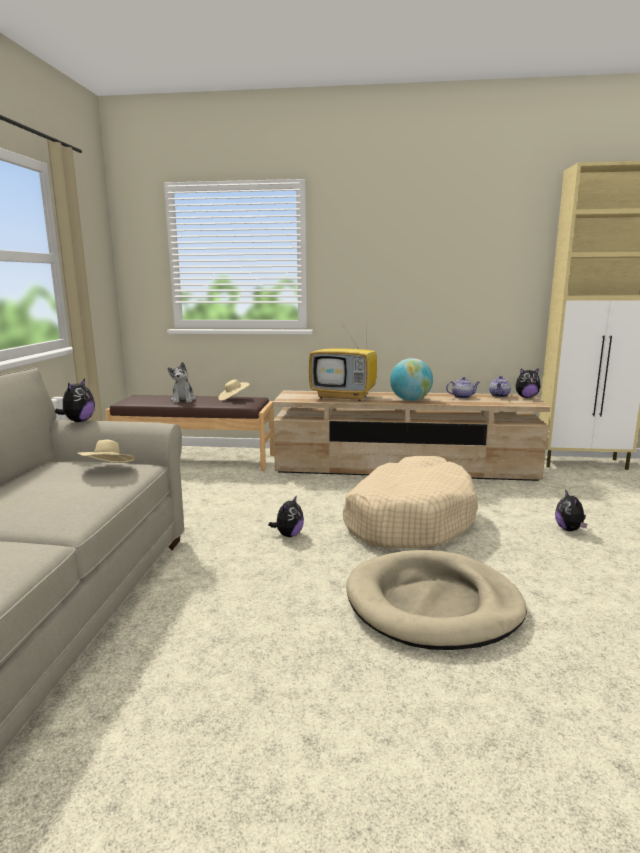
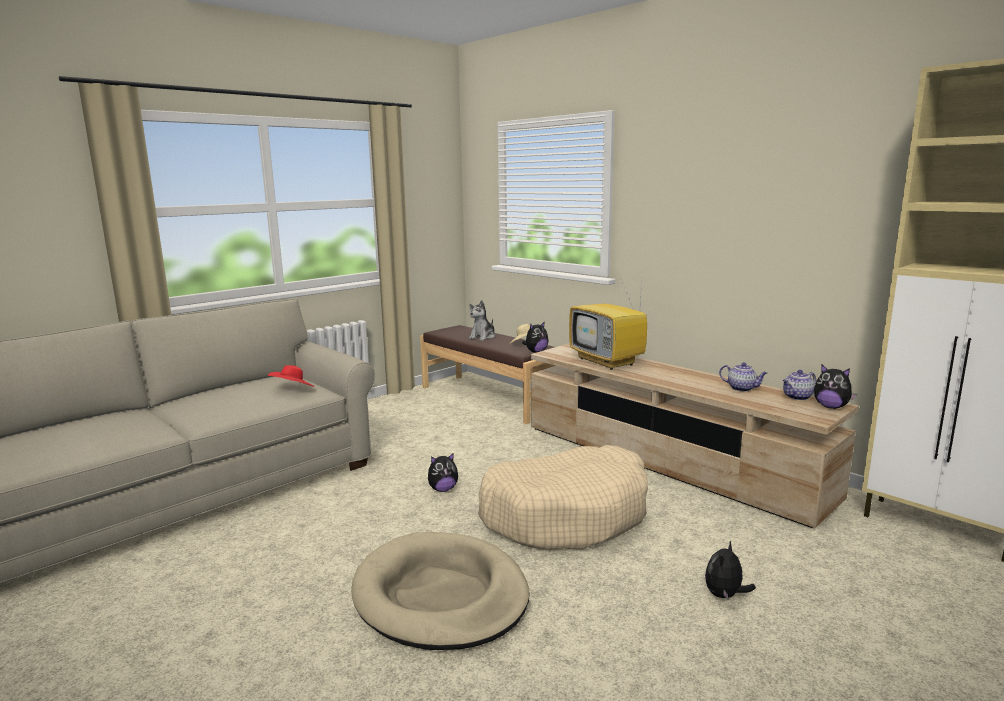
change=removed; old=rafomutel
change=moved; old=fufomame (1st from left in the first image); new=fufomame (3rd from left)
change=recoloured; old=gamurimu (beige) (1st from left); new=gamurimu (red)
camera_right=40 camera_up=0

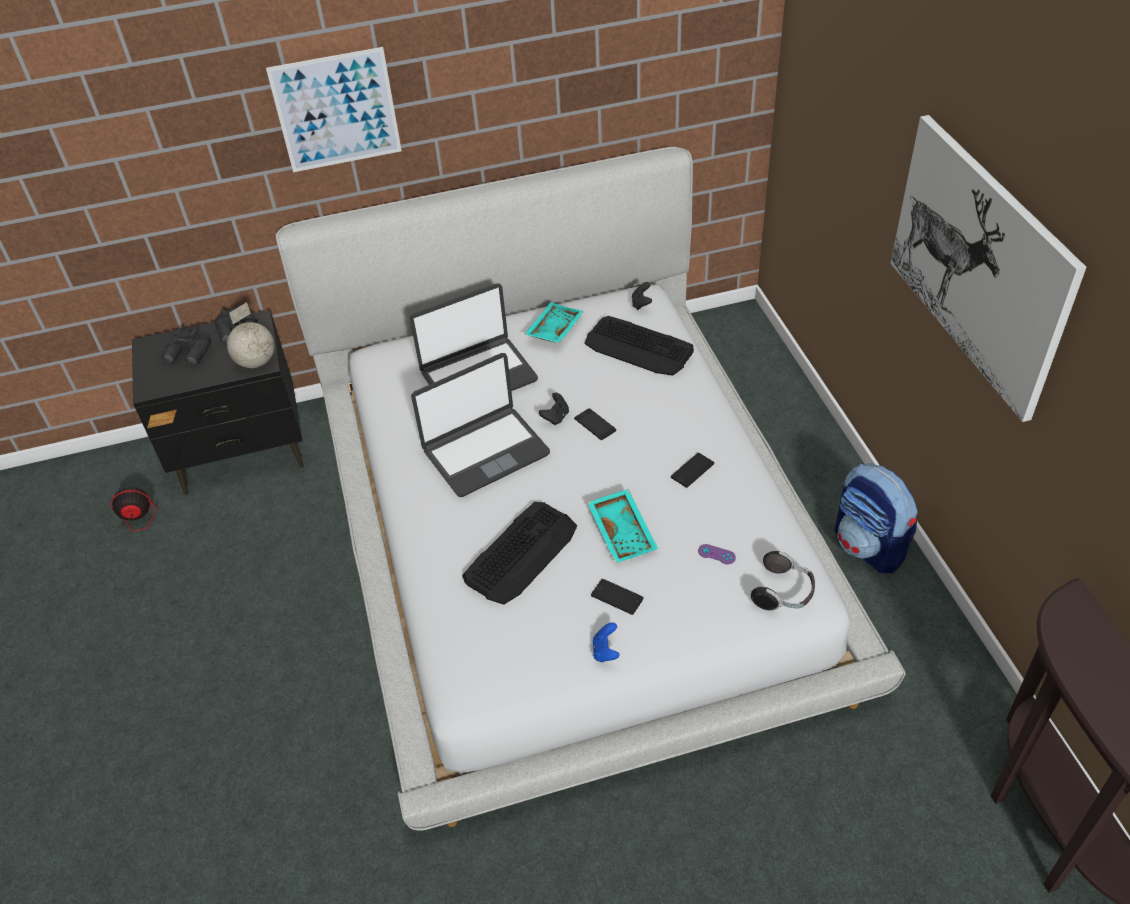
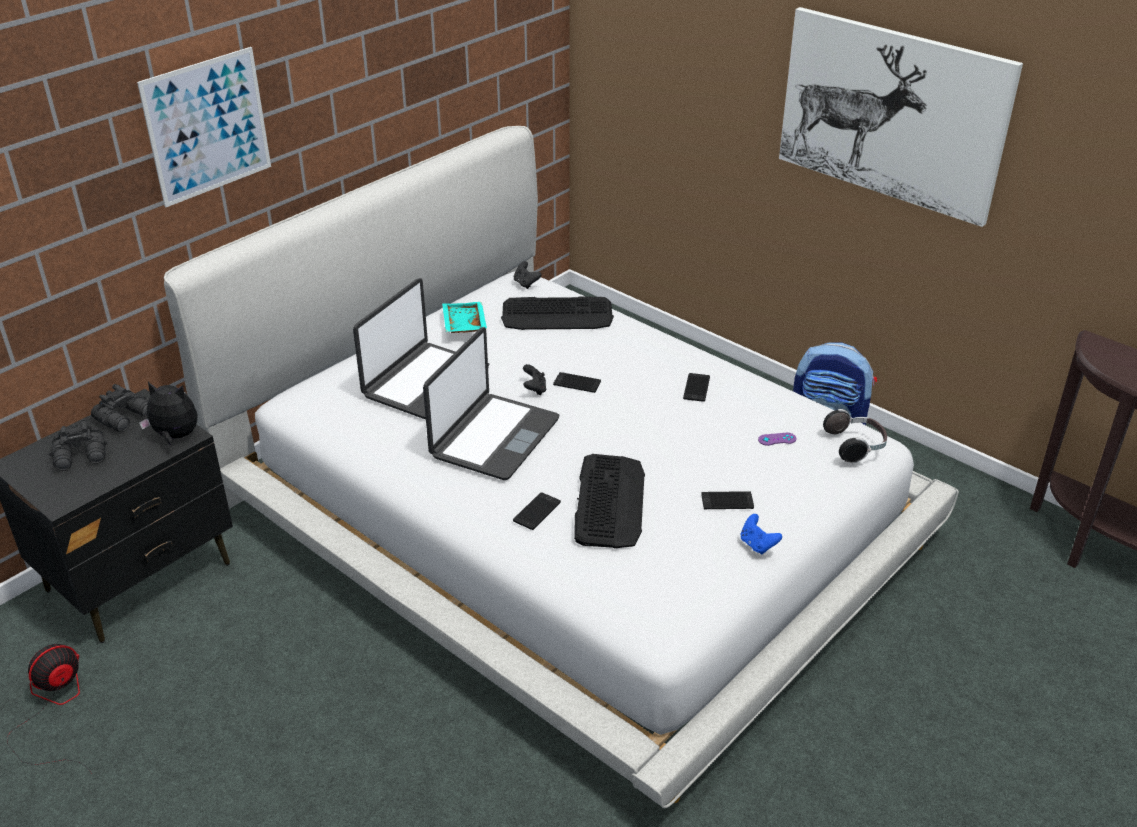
change=removed; old=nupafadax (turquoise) (2nd from left)
change=added; new=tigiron (1st from left)
change=replaced; old=rafomutel; new=fufomame
camera_right=-35 camera_up=-10

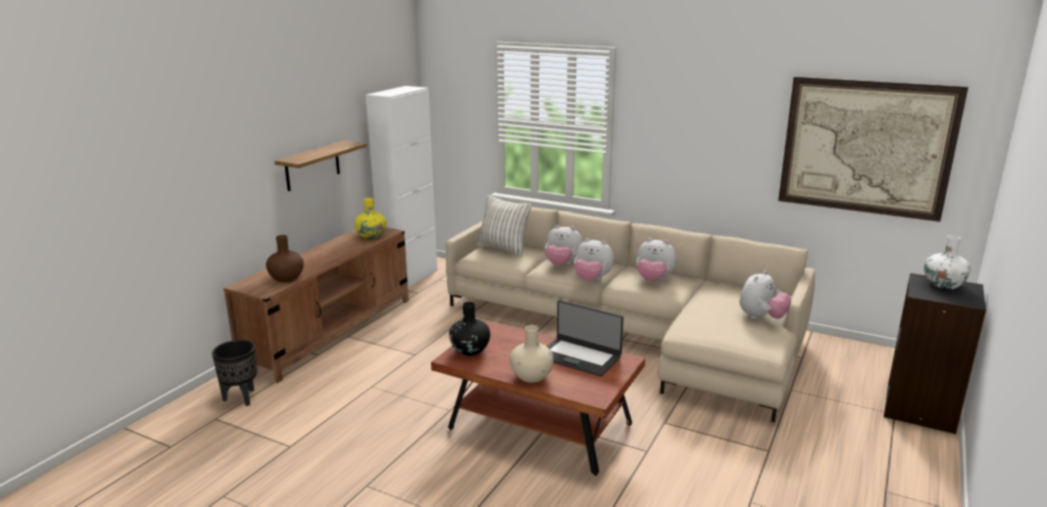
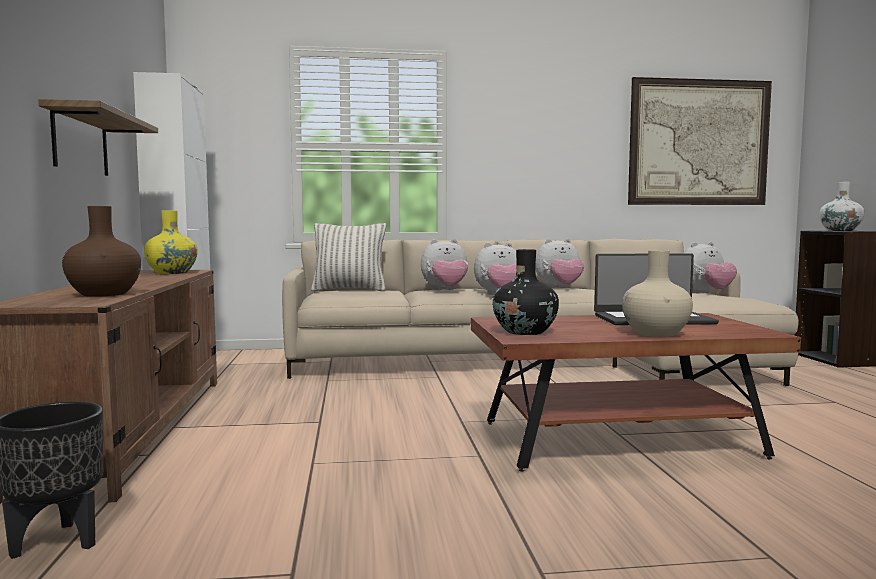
change=turned; old=fufomame (4th from left); degrees=60
camera_right=-35 camera_up=-15

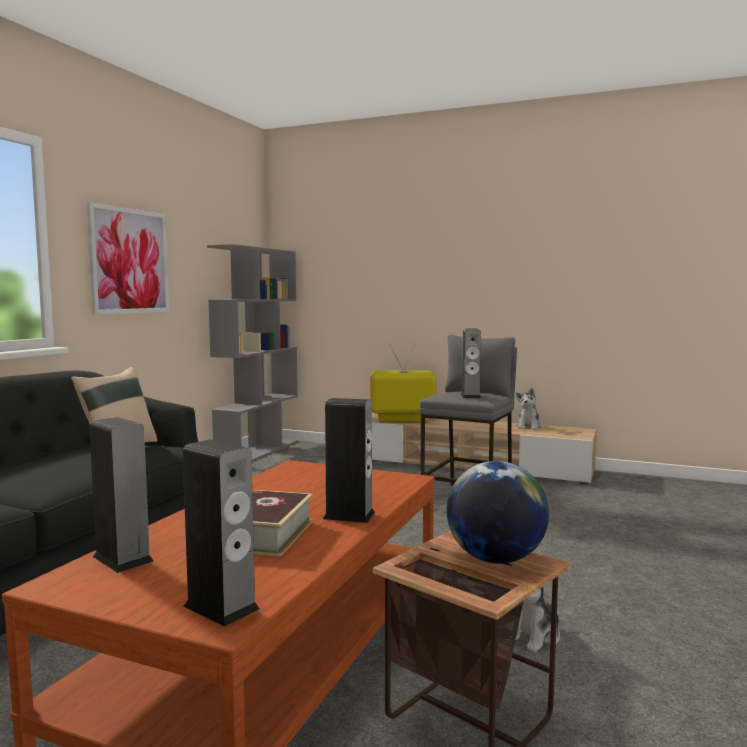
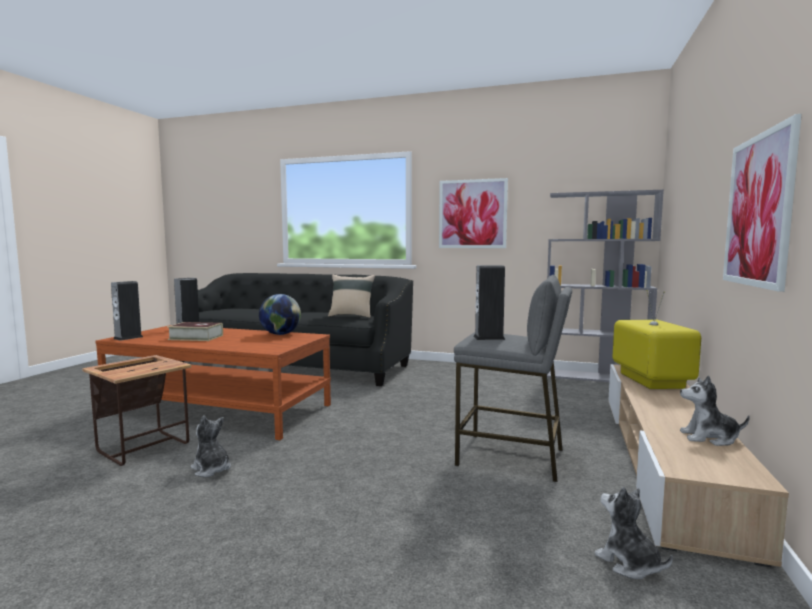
change=removed; old=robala (3rd from left)
change=added; new=fufomame (2nd from left)
change=added; new=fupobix (2nd from left)
change=moved; old=rafomutel
camera_right=85 camera_up=0

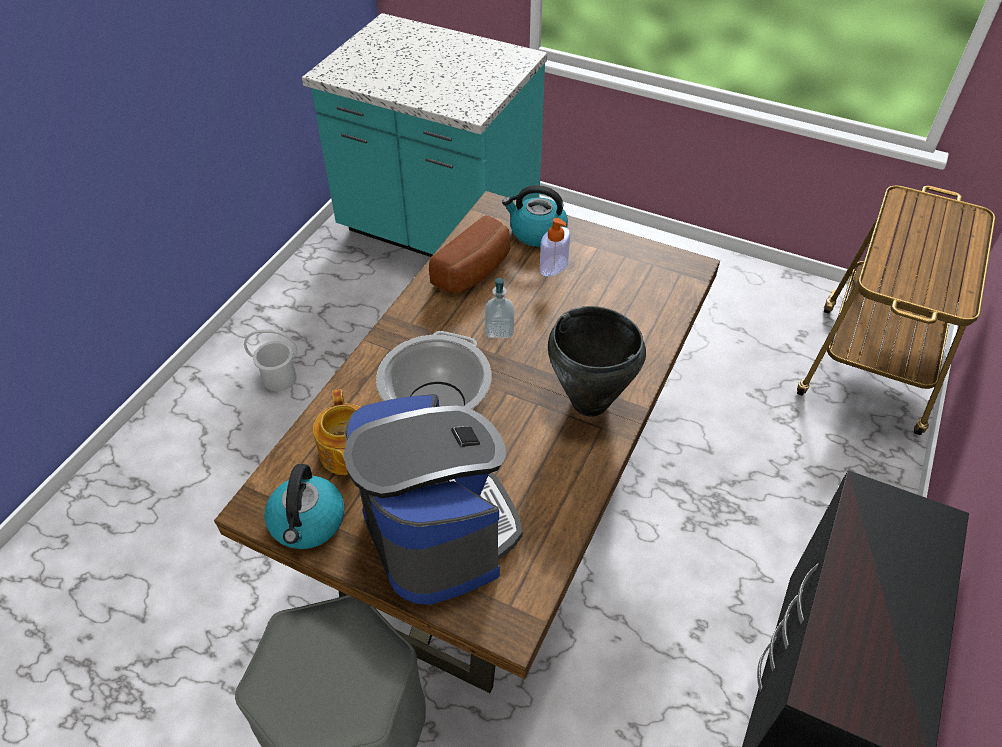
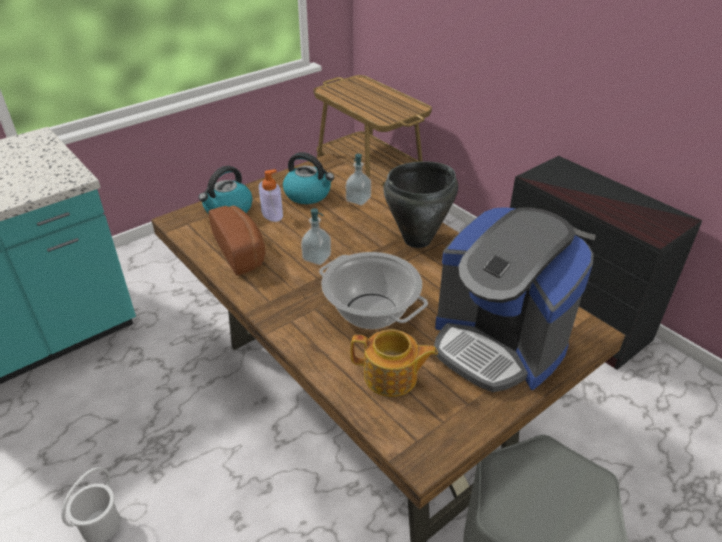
change=added; new=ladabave (3rd from left)
change=moved; old=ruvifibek (1st from left in the first image); new=ruvifibek (2nd from left)
change=turned; old=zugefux; degrees=-135
camera_right=-65 camera_up=-10

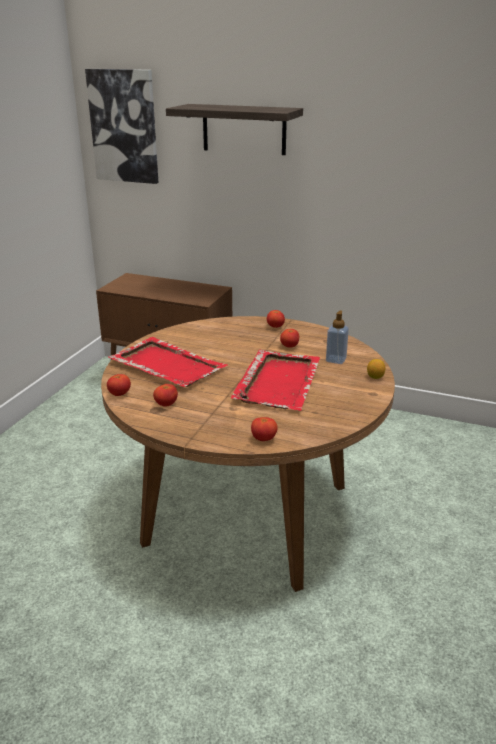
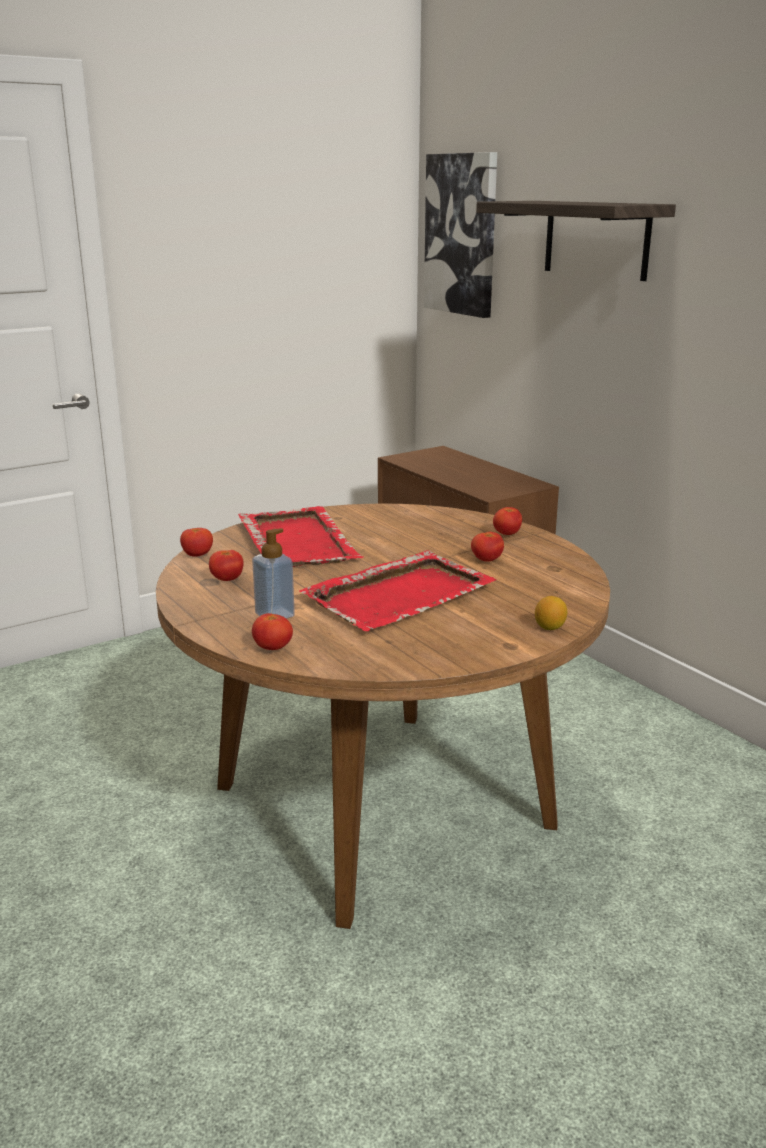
change=moved; old=ladabave
camera_right=35 camera_up=-5

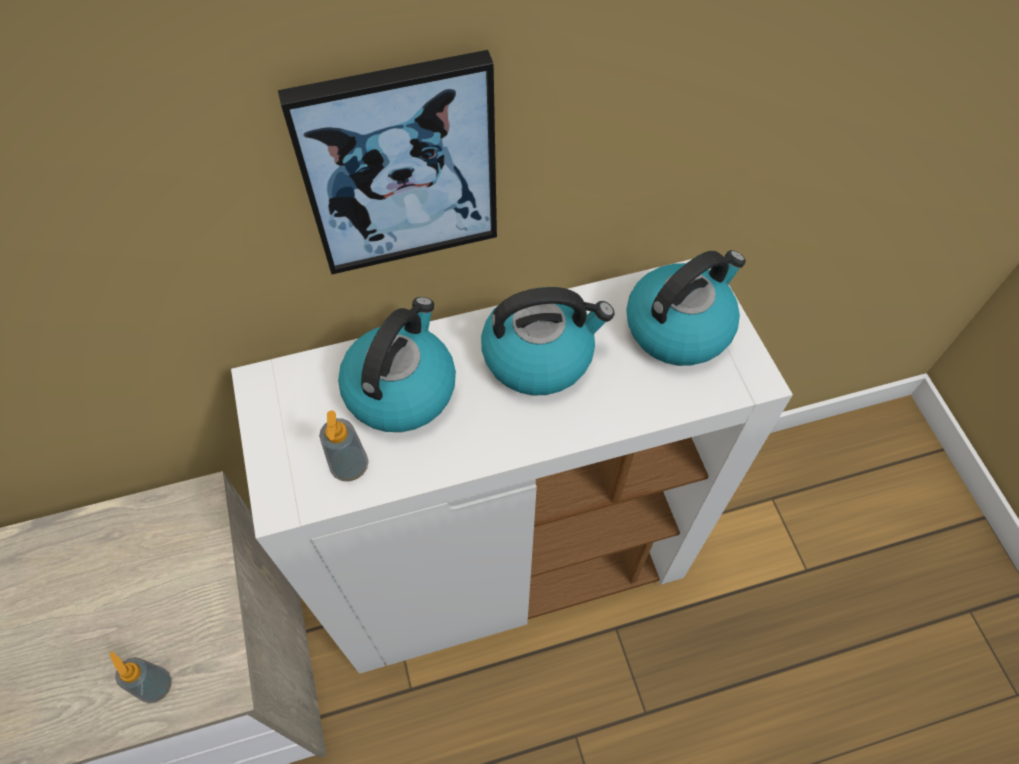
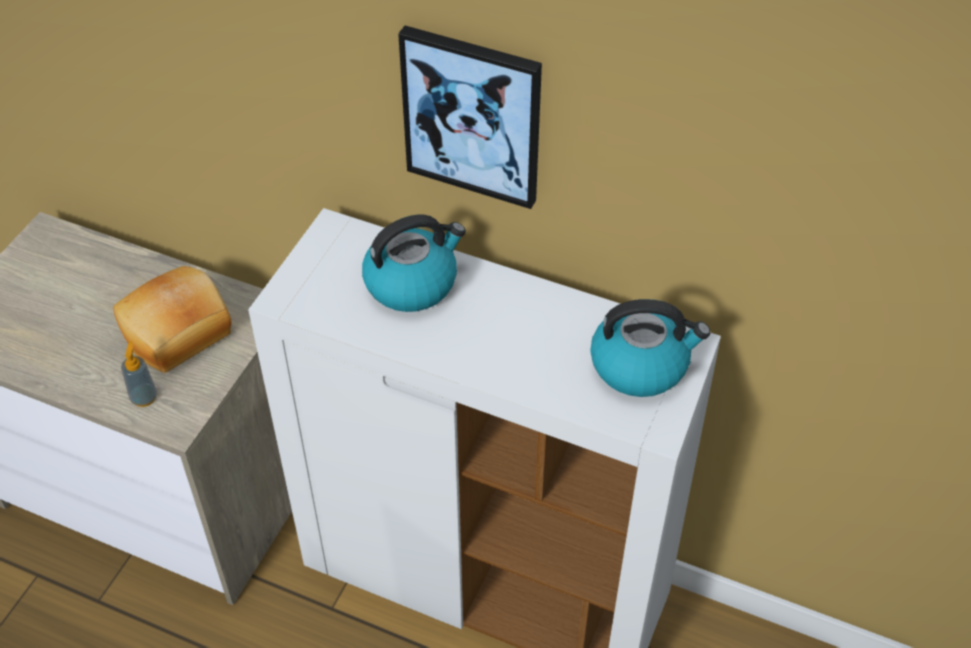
change=removed; old=ladabave (2nd from left)
change=removed; old=ruvifibek (2nd from left)
change=added; new=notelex
camera_right=40 camera_up=-10

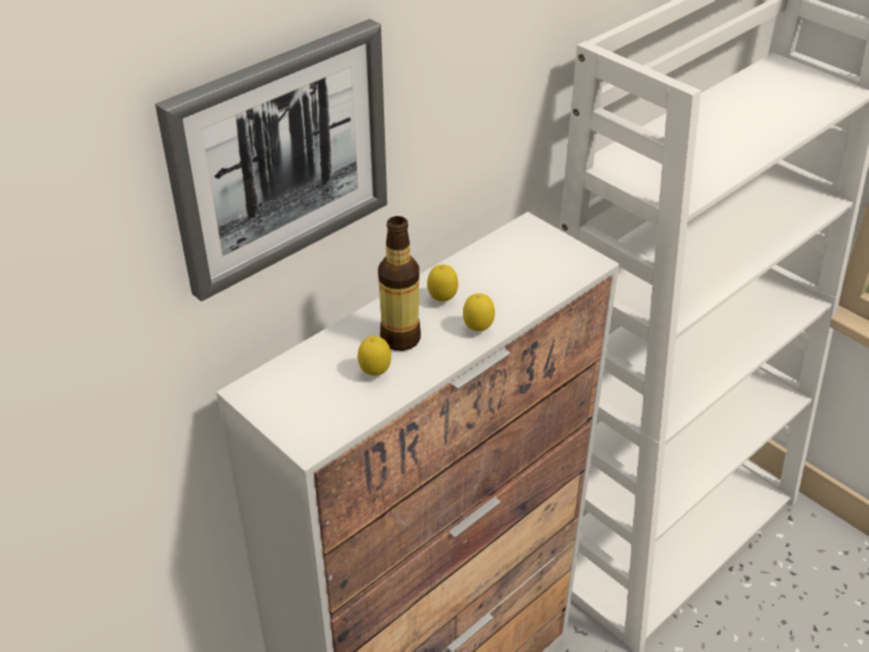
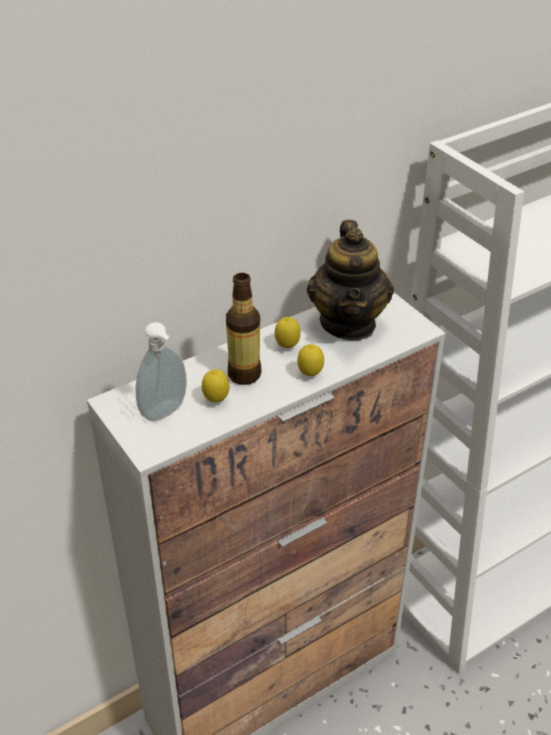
change=removed; old=fupobix
change=added; new=ladabave
change=added; new=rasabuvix
camera_right=10 camera_up=0

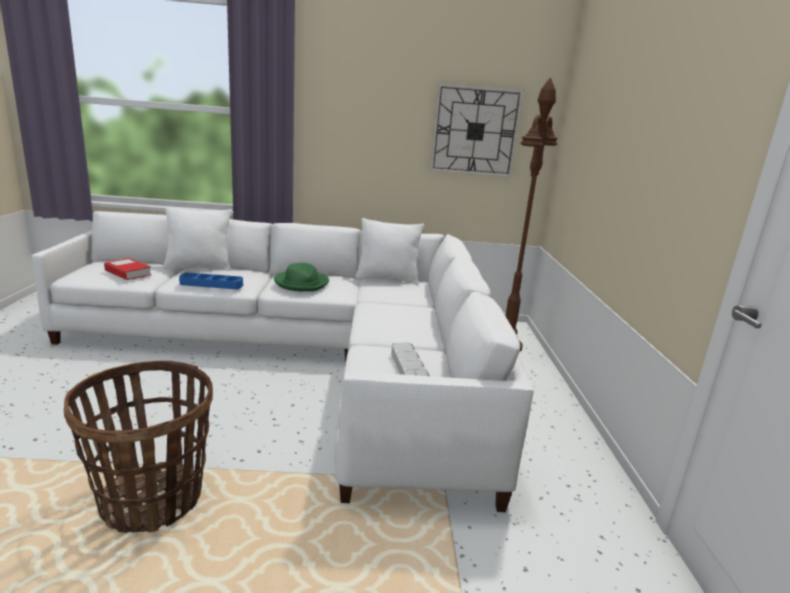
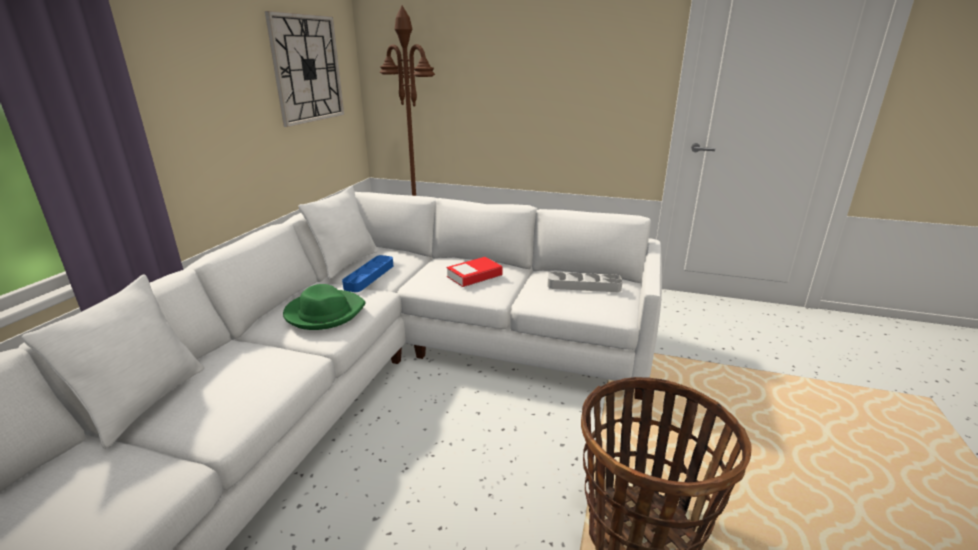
change=moved; old=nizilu
change=moved; old=nupafadax (blue)
camera_right=-70 camera_up=5

